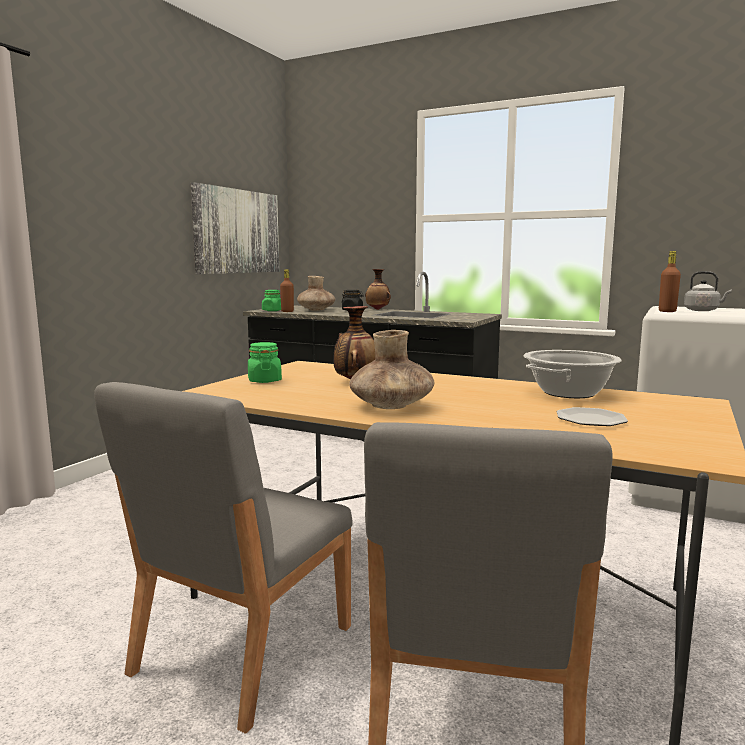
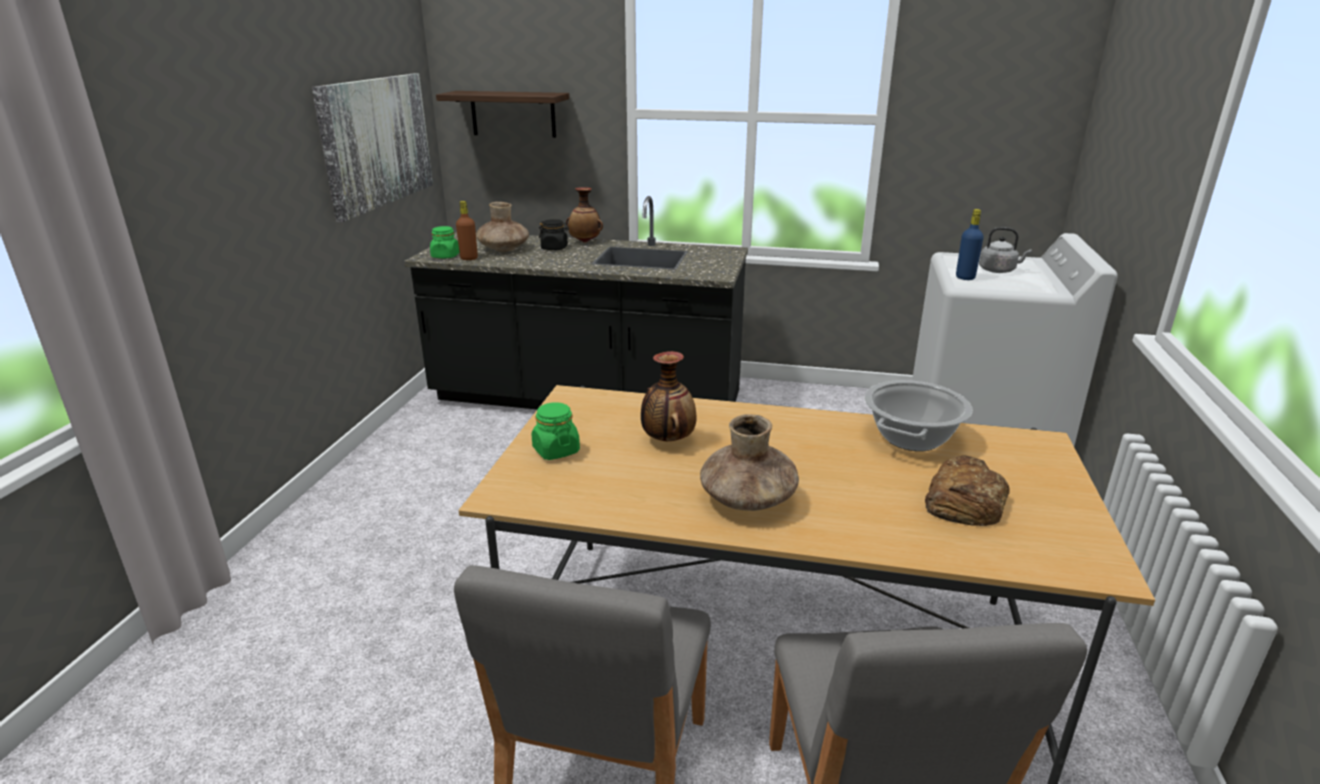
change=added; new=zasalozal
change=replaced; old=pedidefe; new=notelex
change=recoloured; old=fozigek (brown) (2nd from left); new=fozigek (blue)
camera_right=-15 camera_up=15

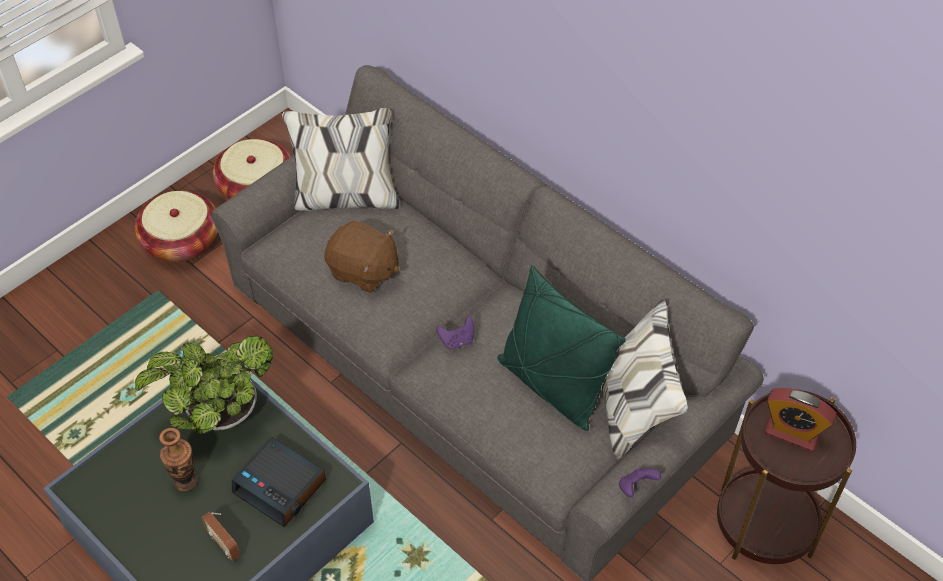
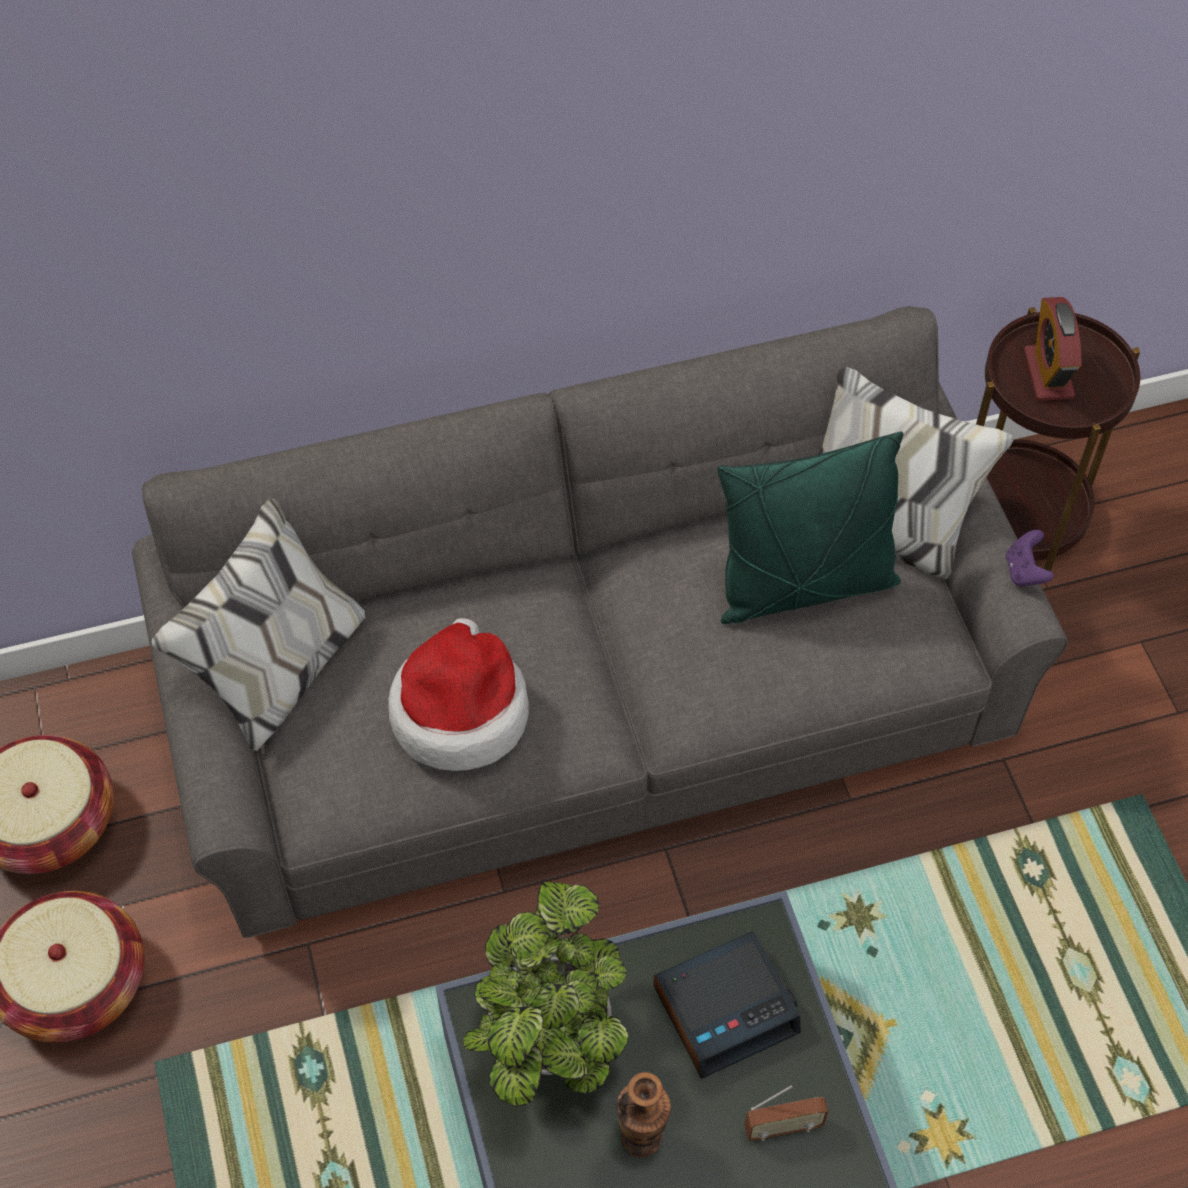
change=removed; old=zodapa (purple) (1st from left)
change=replaced; old=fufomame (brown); new=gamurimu
change=turned; old=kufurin (2nd from left); degrees=120
camera_right=-60 camera_up=5

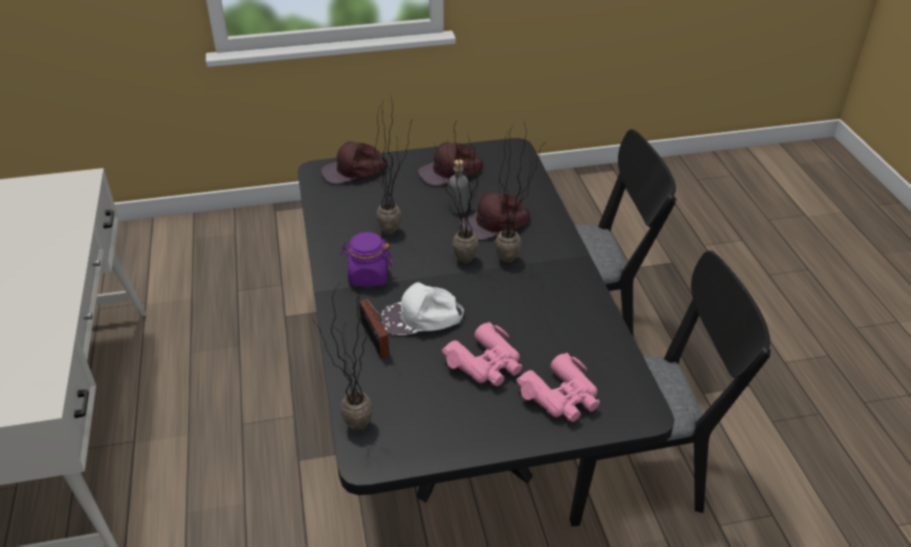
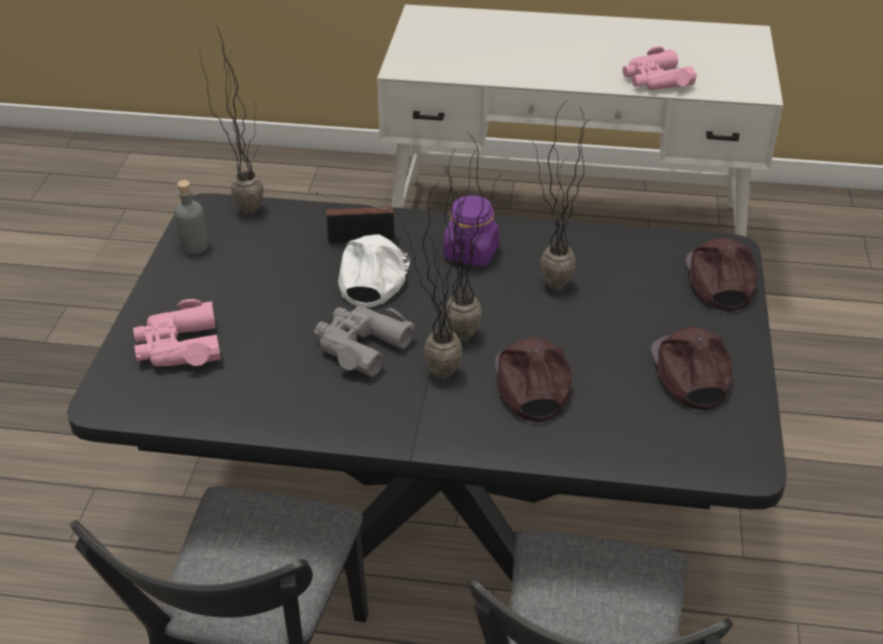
change=added; new=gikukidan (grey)
change=moved; old=gikukidan (pink) (1st from left in the first image); new=gikukidan (pink) (2nd from left)
change=moved; old=fozigek (grey)
camera_right=110 camera_up=0

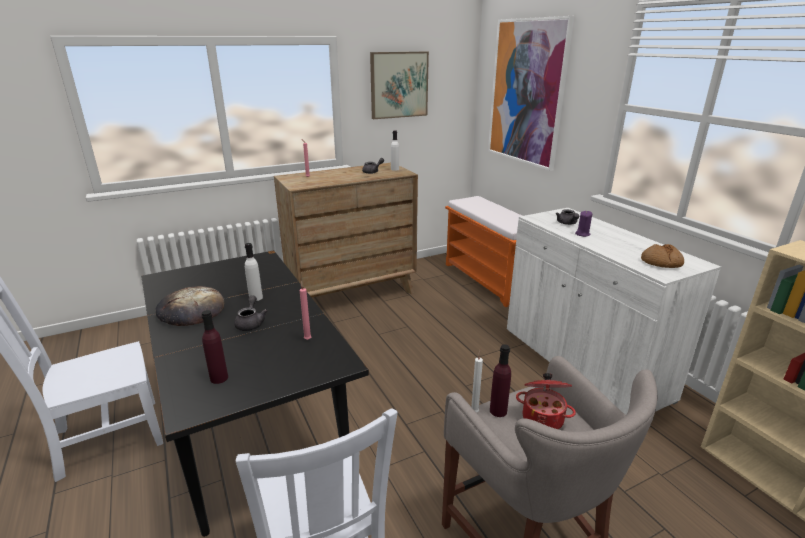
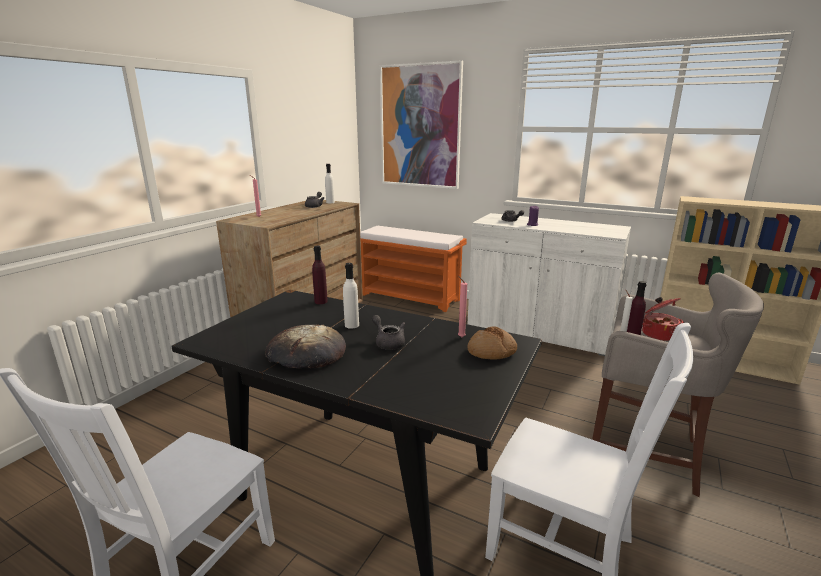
change=removed; old=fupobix (1st from left)
change=moved; old=fozigek (purple) (1st from left)
change=moved; old=notelex (2nd from left)
camera_right=-35 camera_up=-5

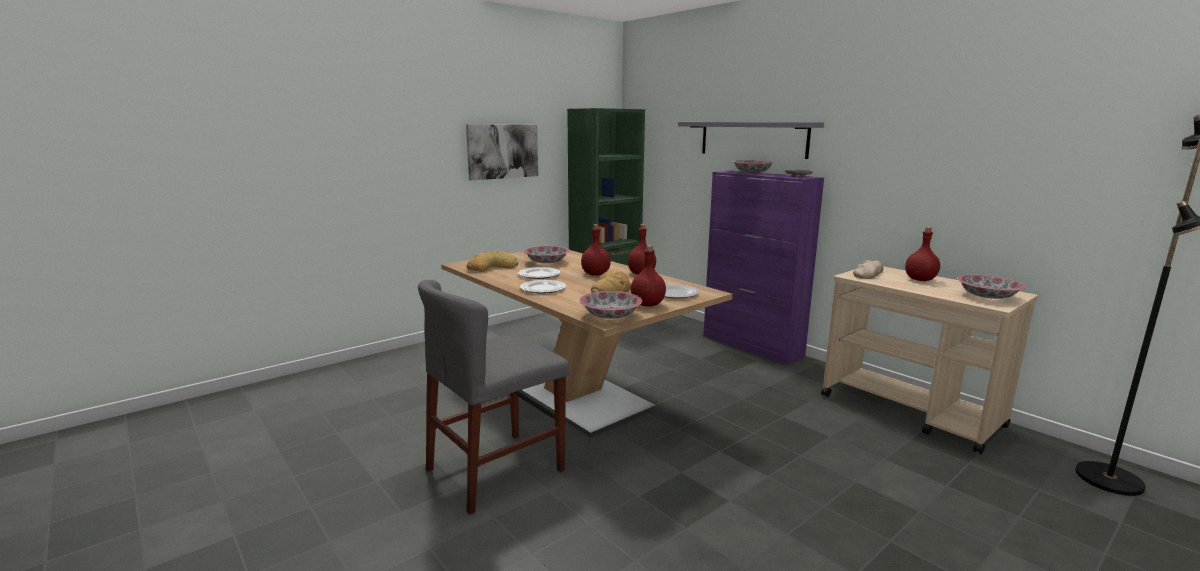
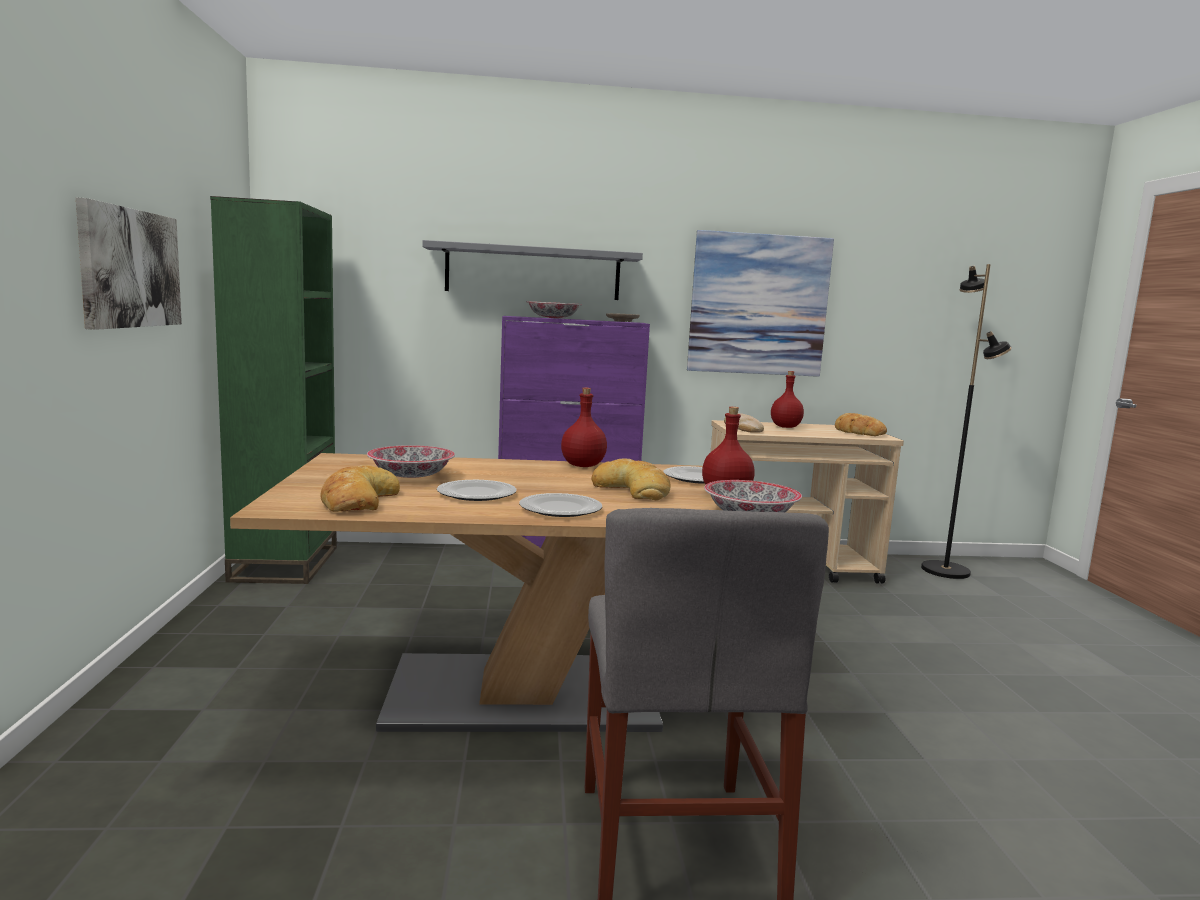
change=removed; old=fozigek (red) (1st from left)
change=added; new=fupobix (2nd from left)
change=replaced; old=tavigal (4th from left); new=notelex (4th from left)
camera_right=-55 camera_up=-5

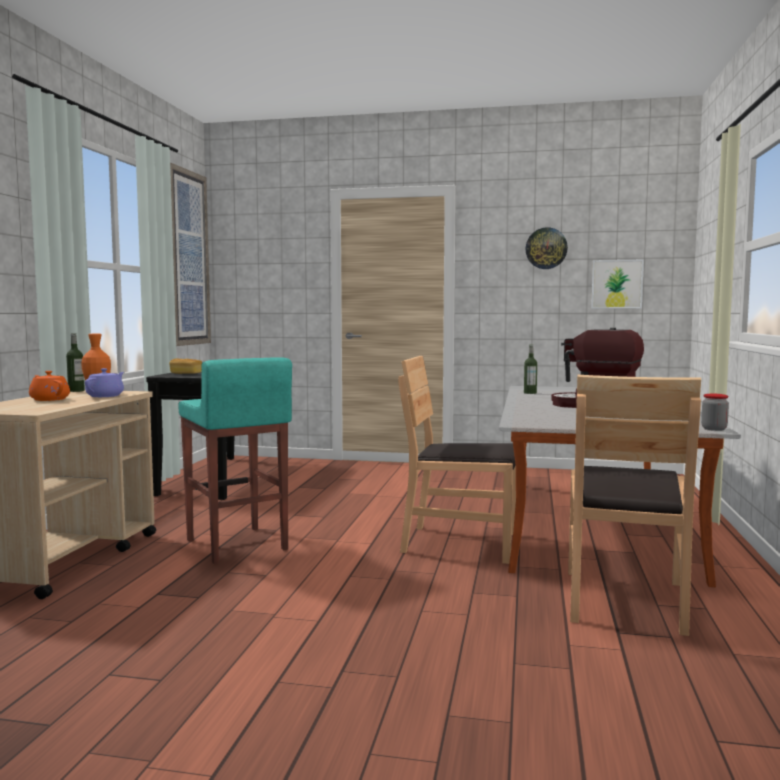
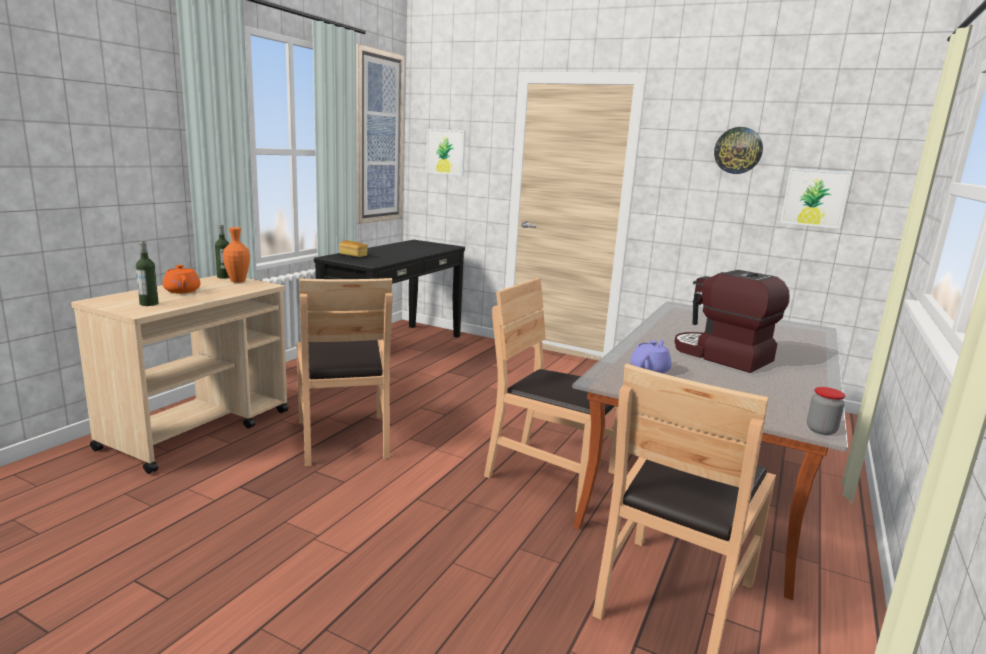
change=added; new=fupobix (2nd from left)
change=moved; old=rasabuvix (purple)
change=moved; old=fozigek (2nd from left in the first image); new=fozigek (1st from left)
change=replaced; old=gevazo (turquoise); new=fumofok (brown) (1st from left)
camera_right=15 camera_up=10

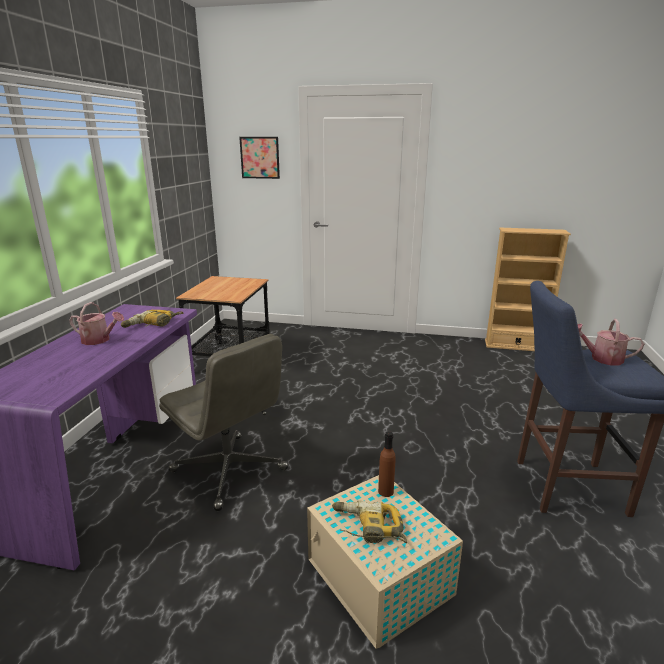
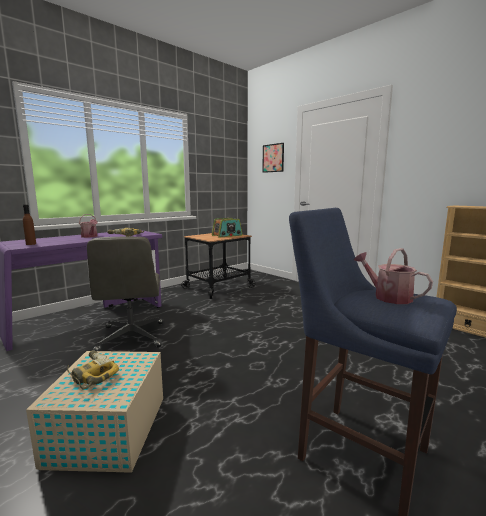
change=added; new=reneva
change=moved; old=fozigek (brown)
camera_right=35 camera_up=-10

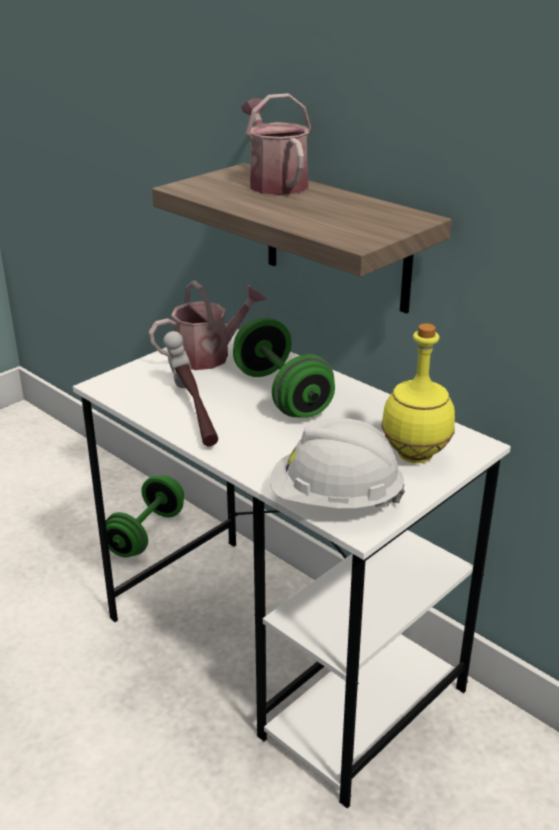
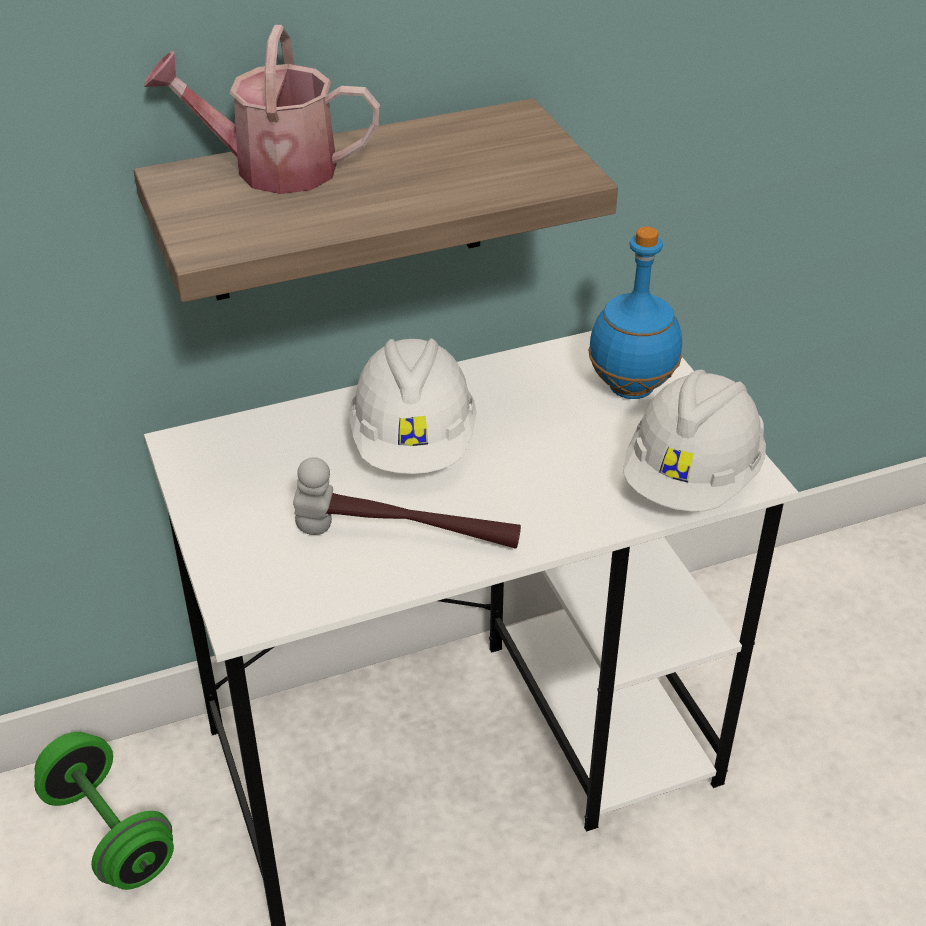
change=removed; old=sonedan (1st from left)
change=replaced; old=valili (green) (2nd from left); new=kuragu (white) (1st from left)
change=recoloured; old=fozigek (yellow); new=fozigek (blue)
camera_right=-65 camera_up=10

